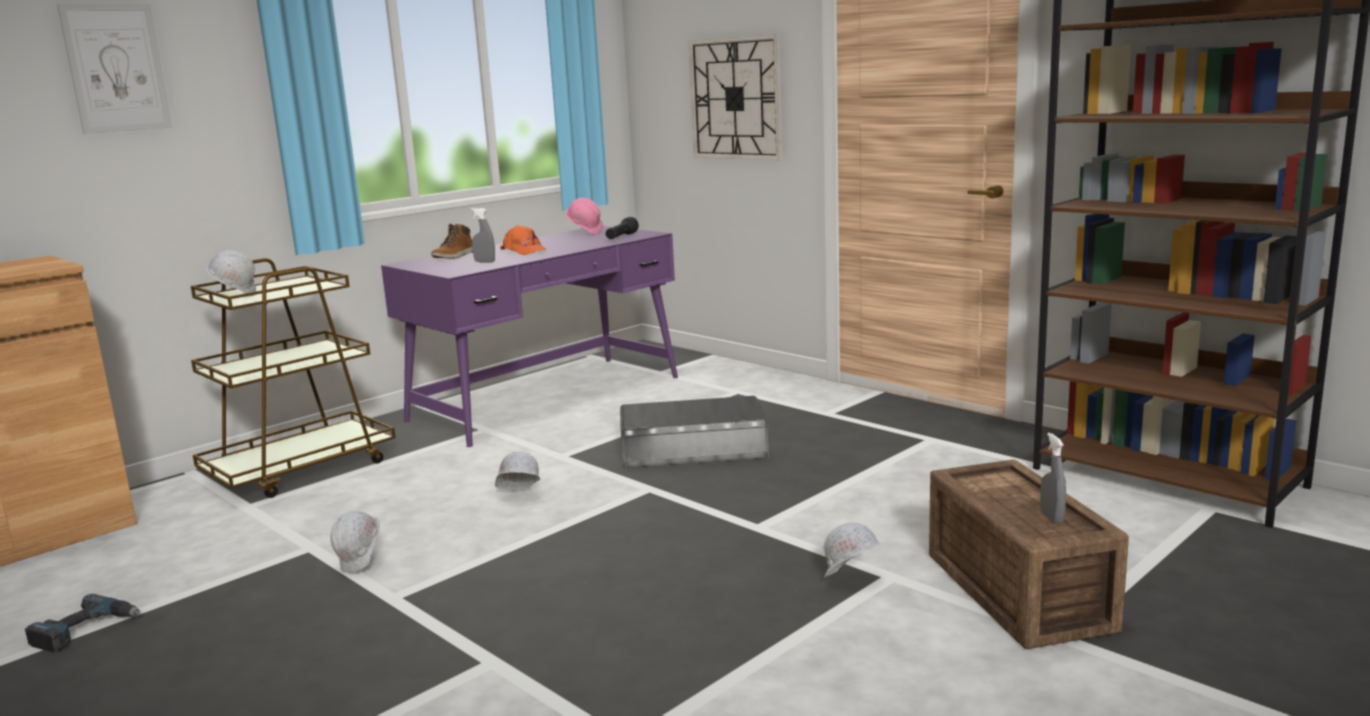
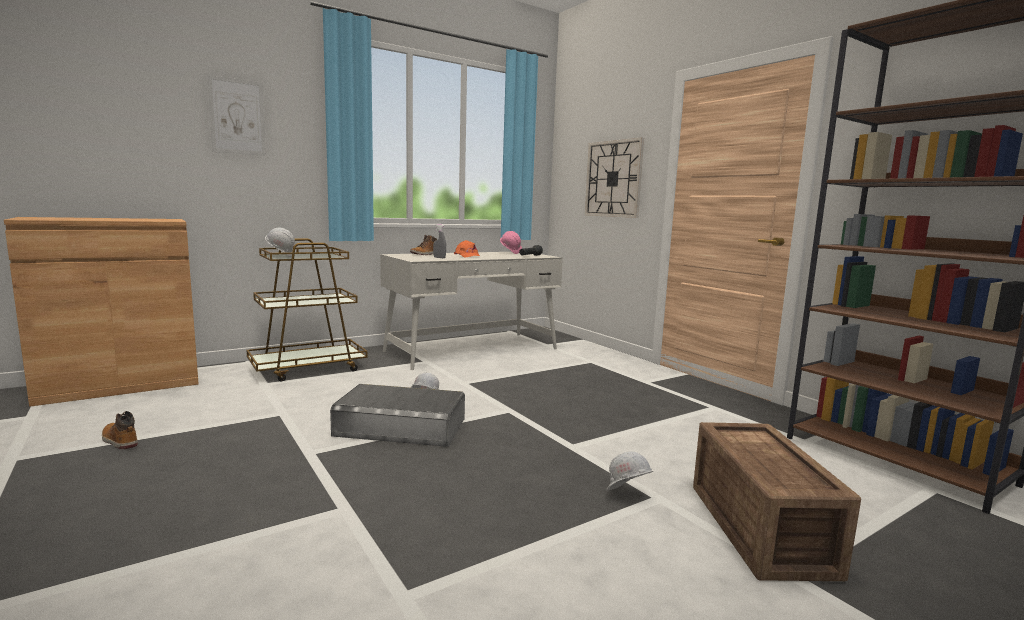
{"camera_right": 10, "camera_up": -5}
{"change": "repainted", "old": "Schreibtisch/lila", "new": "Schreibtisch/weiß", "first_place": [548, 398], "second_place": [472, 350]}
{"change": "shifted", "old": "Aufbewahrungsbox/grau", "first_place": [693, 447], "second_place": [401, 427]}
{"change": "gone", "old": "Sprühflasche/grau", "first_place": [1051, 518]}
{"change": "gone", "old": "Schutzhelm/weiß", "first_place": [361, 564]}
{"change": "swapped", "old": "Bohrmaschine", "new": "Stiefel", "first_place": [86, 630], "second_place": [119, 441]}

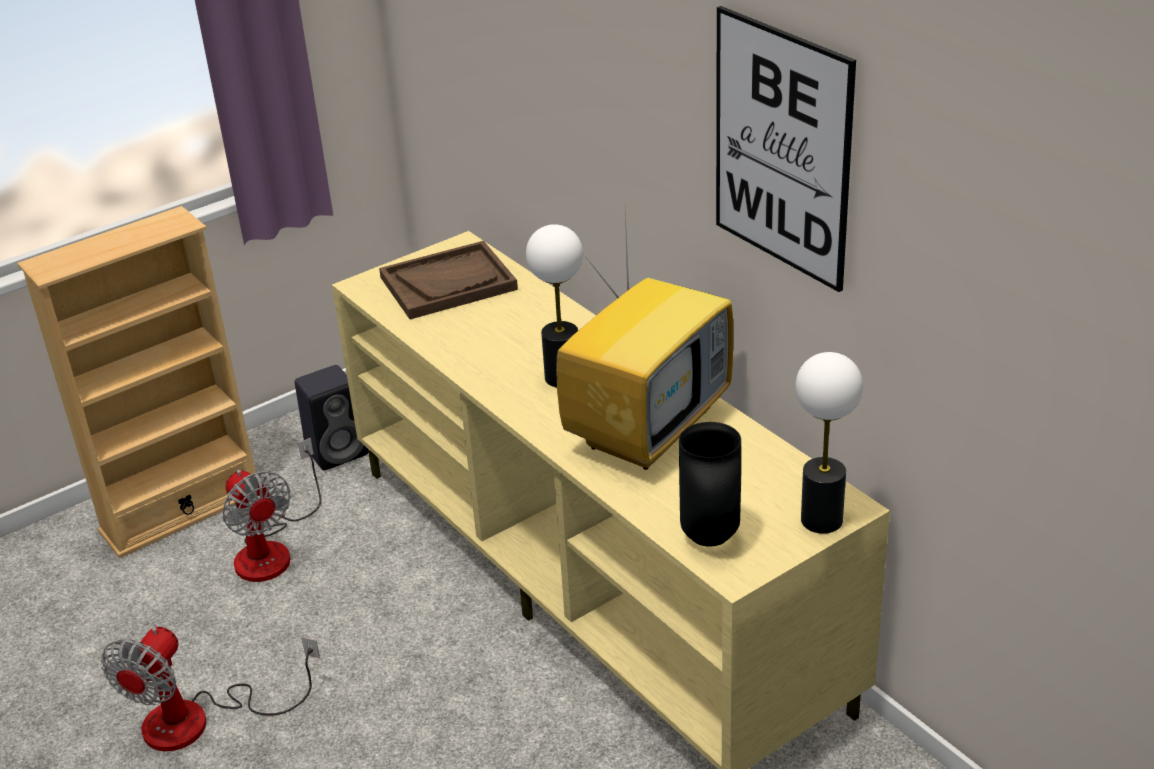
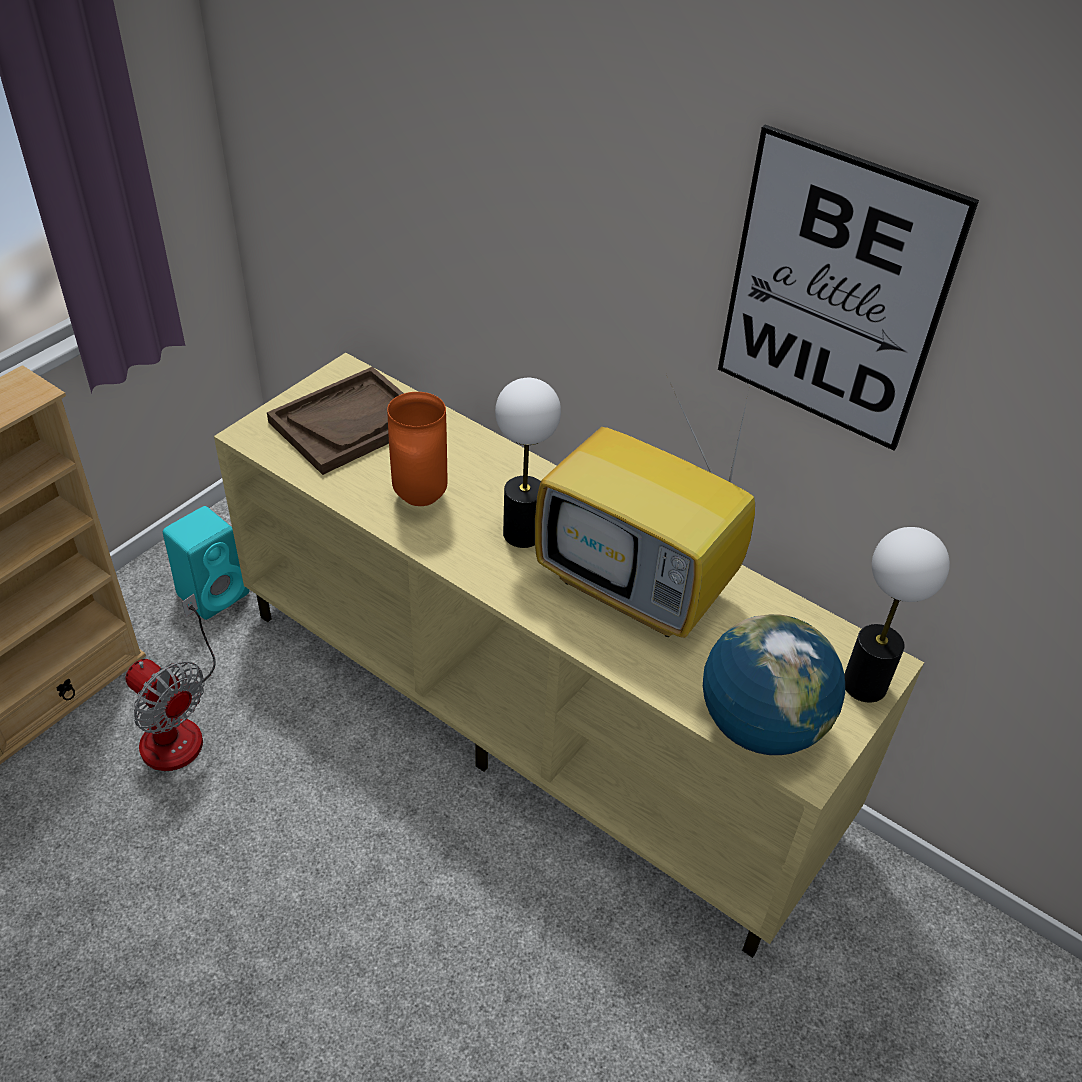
{"camera_right": -20, "camera_up": 10}
{"change": "rotated", "old": "Fernseher", "first_place": [648, 426], "second_place": [639, 587], "degrees": 105}
{"change": "repainted", "old": "Lautsprecher/schwarz", "new": "Lautsprecher/türkis", "first_place": [339, 450], "second_place": [215, 592]}
{"change": "swapped", "old": "Vase/schwarz", "new": "Globus", "first_place": [708, 537], "second_place": [760, 726]}
{"change": "gone", "old": "Ventilator", "first_place": [199, 720]}
{"change": "new", "new": "Vase/orange", "second_place": [422, 498]}

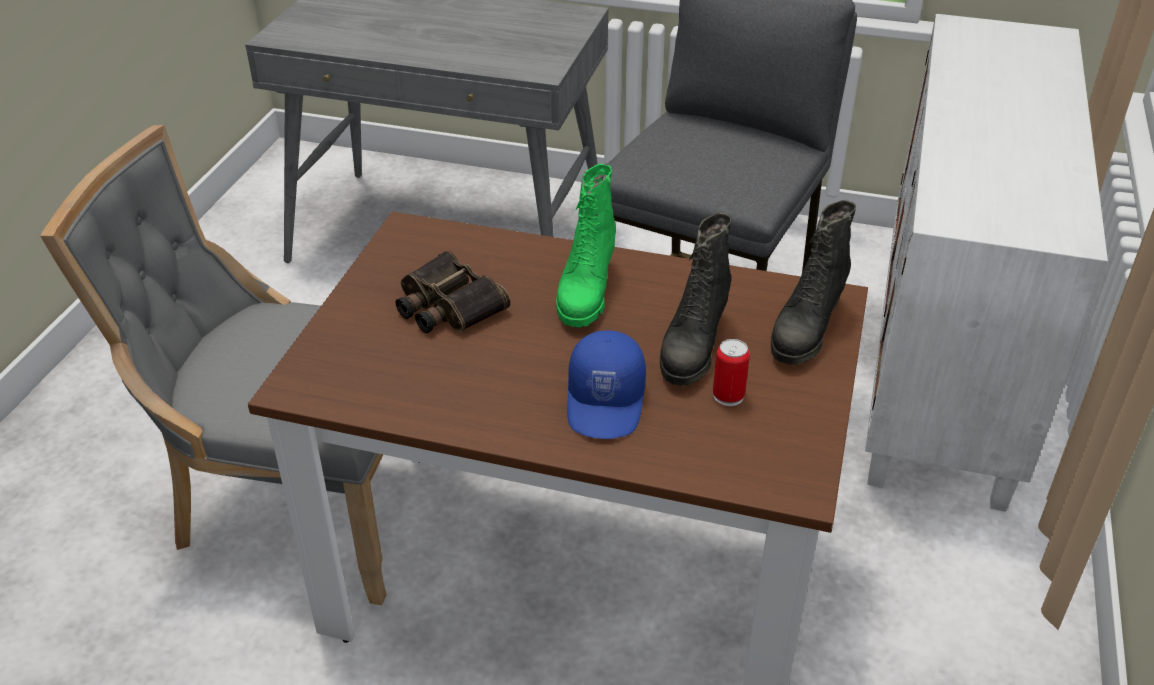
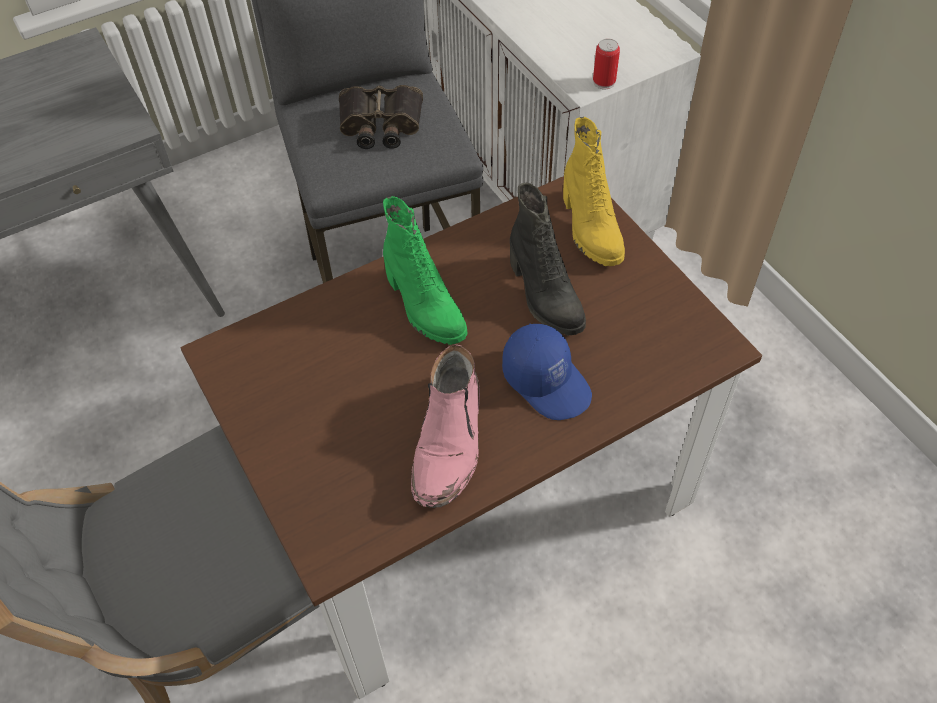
{"camera_right": -45, "camera_up": 15}
{"change": "repainted", "old": "Stiefel/schwarz", "new": "Stiefel/gelb", "first_place": [805, 330], "second_place": [589, 229]}
{"change": "shifted", "old": "Fernglas", "first_place": [446, 306], "second_place": [380, 125]}
{"change": "shifted", "old": "Dose", "first_place": [728, 396], "second_place": [604, 82]}
{"change": "new", "new": "Stiefel/rosa", "second_place": [450, 441]}

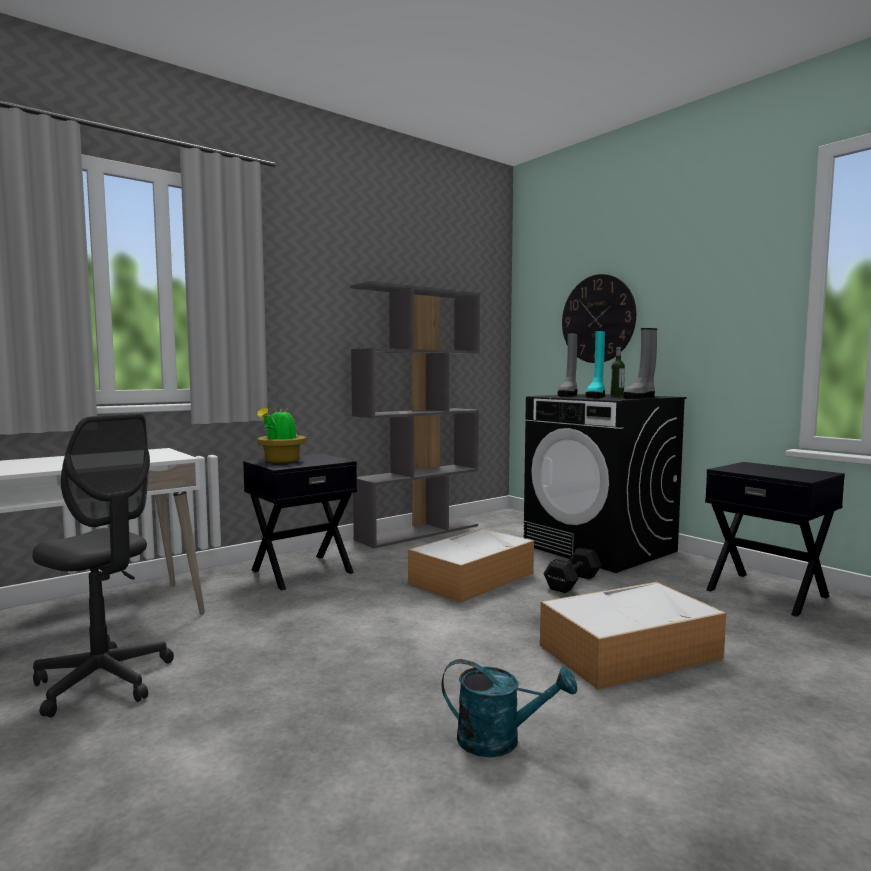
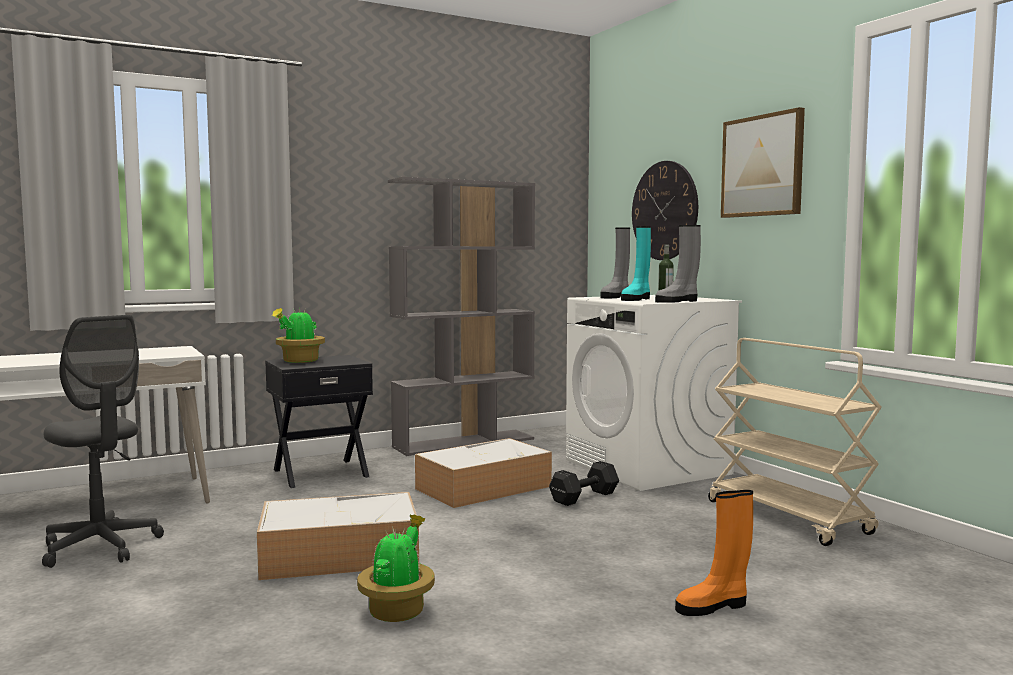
{"camera_right": 10, "camera_up": 0}
{"change": "repainted", "old": "Waschmaschine/schwarz", "new": "Waschmaschine/weiß", "first_place": [600, 548], "second_place": [648, 467]}
{"change": "swapped", "old": "Nachttisch/schwarz", "new": "Rollwagen/beige", "first_place": [767, 593], "second_place": [789, 517]}
{"change": "shifted", "old": "Aufbewahrungsbox", "first_place": [631, 651], "second_place": [342, 554]}
{"change": "swapped", "old": "Gießkanne/türkis", "new": "Topfpflanze", "first_place": [500, 740], "second_place": [398, 610]}
{"change": "new", "new": "Bild", "second_place": [762, 166]}
{"change": "new", "new": "Stiefel/orange", "second_place": [713, 606]}

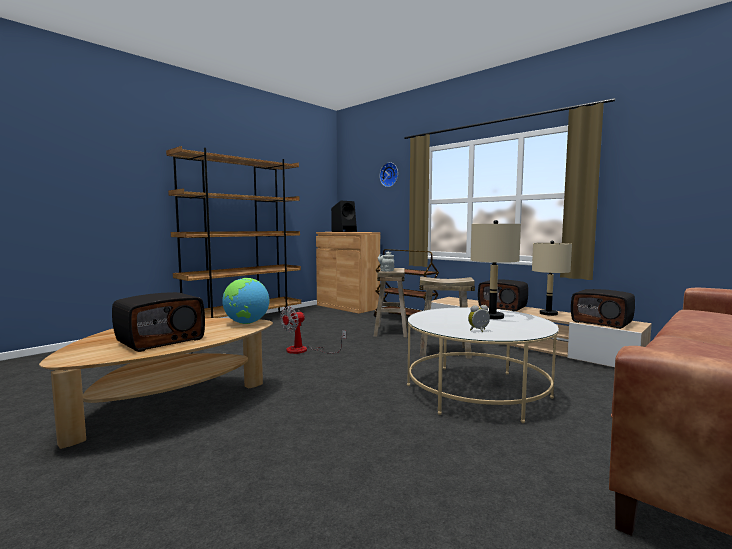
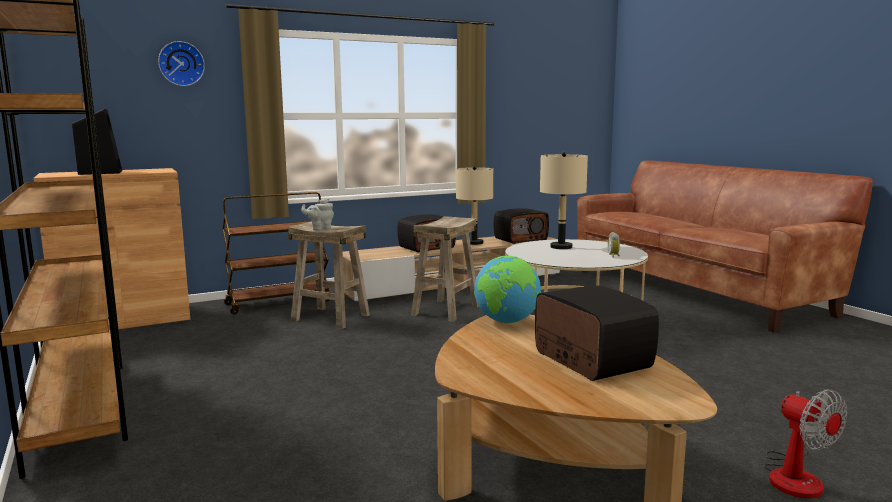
{"camera_right": -70, "camera_up": 5}
{"change": "shifted", "old": "Ventilator", "first_place": [304, 350], "second_place": [794, 475]}

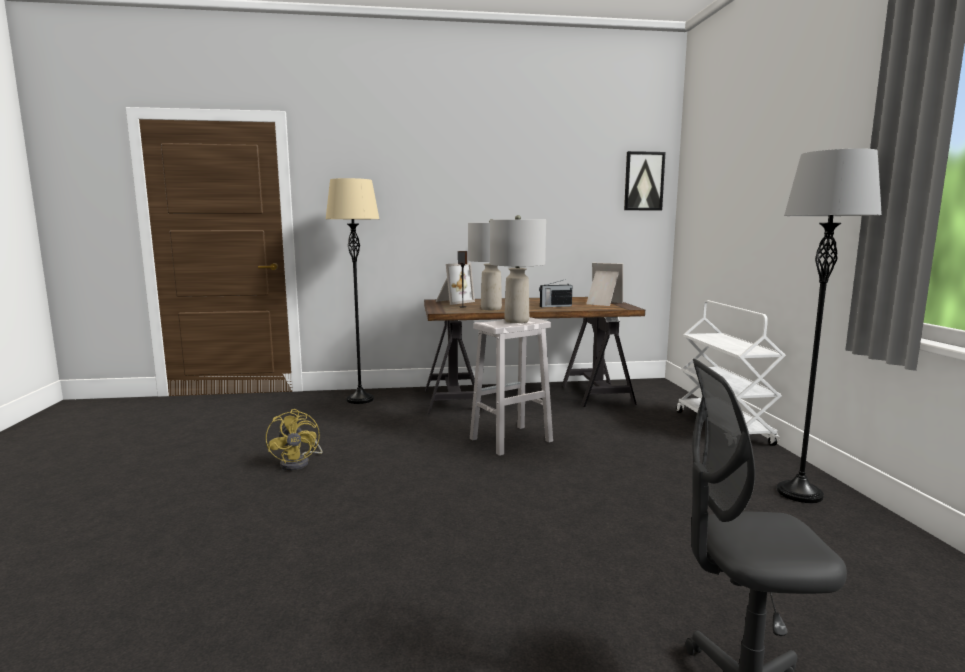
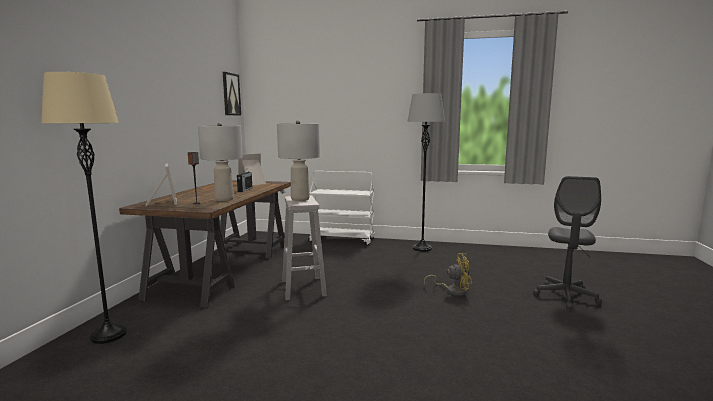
{"camera_right": -70, "camera_up": 0}
{"change": "shifted", "old": "Ventilator/gelb", "first_place": [299, 463], "second_place": [453, 290]}

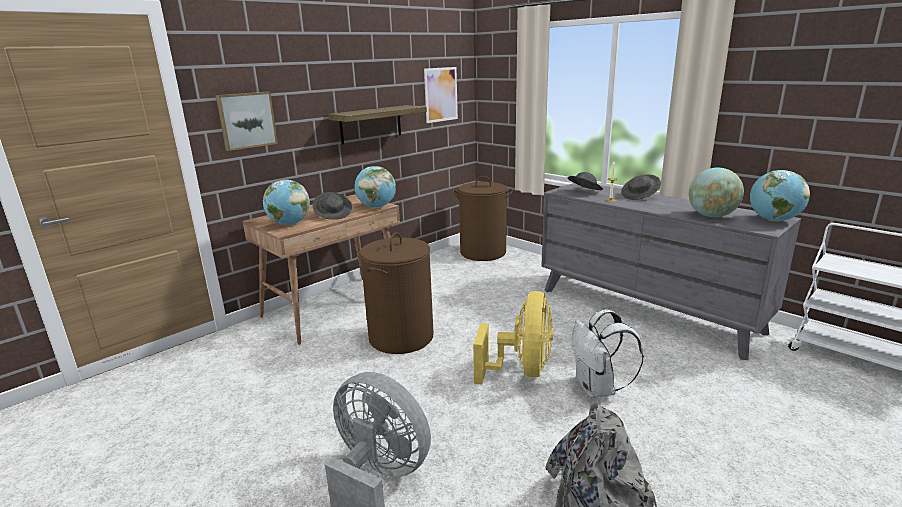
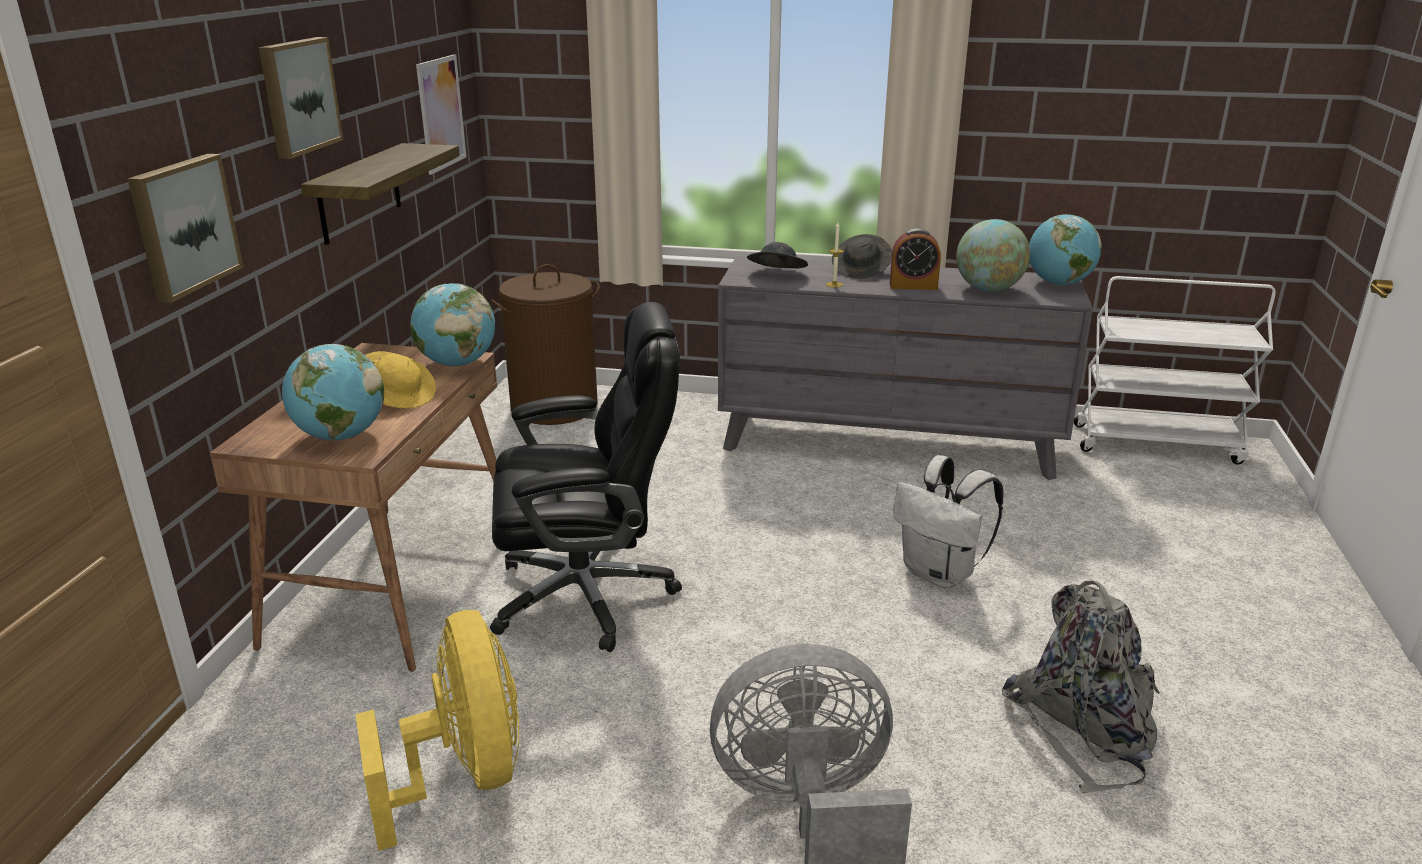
{"camera_right": -35, "camera_up": 5}
{"change": "repainted", "old": "Hut/grau", "new": "Hut/gelb", "first_place": [333, 215], "second_place": [399, 397]}
{"change": "swapped", "old": "Wäschekorb/braun", "new": "Bürostuhl/schwarz", "first_place": [401, 337], "second_place": [588, 595]}
{"change": "shifted", "old": "Ventilator/gelb", "first_place": [522, 370], "second_place": [464, 776]}
{"change": "new", "new": "Bild", "second_place": [298, 96]}
{"change": "new", "new": "Wecker", "second_place": [913, 286]}

